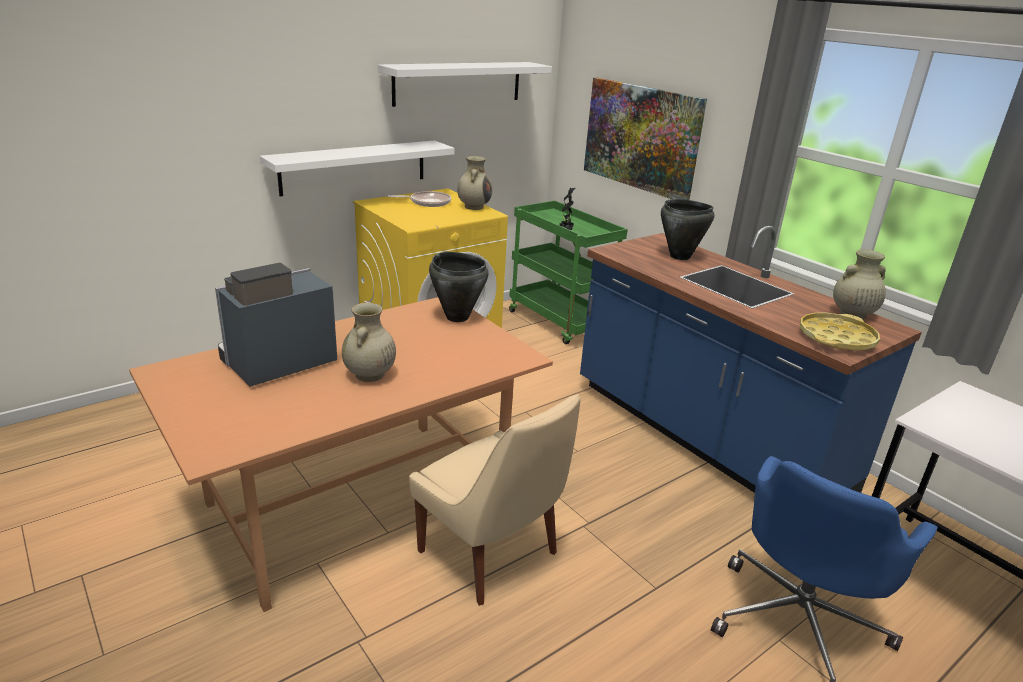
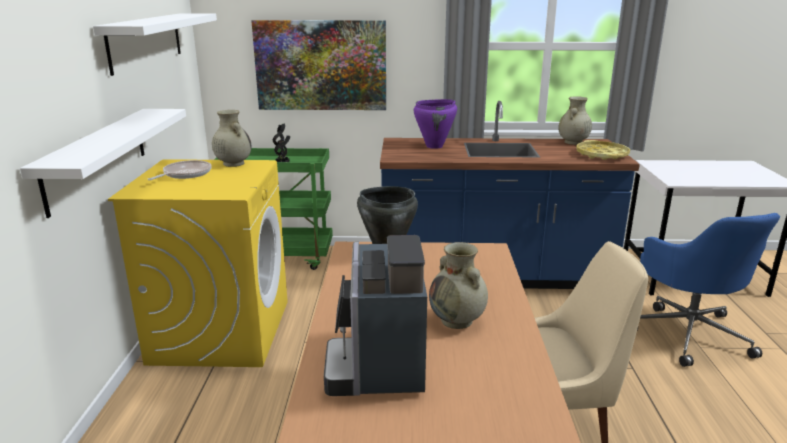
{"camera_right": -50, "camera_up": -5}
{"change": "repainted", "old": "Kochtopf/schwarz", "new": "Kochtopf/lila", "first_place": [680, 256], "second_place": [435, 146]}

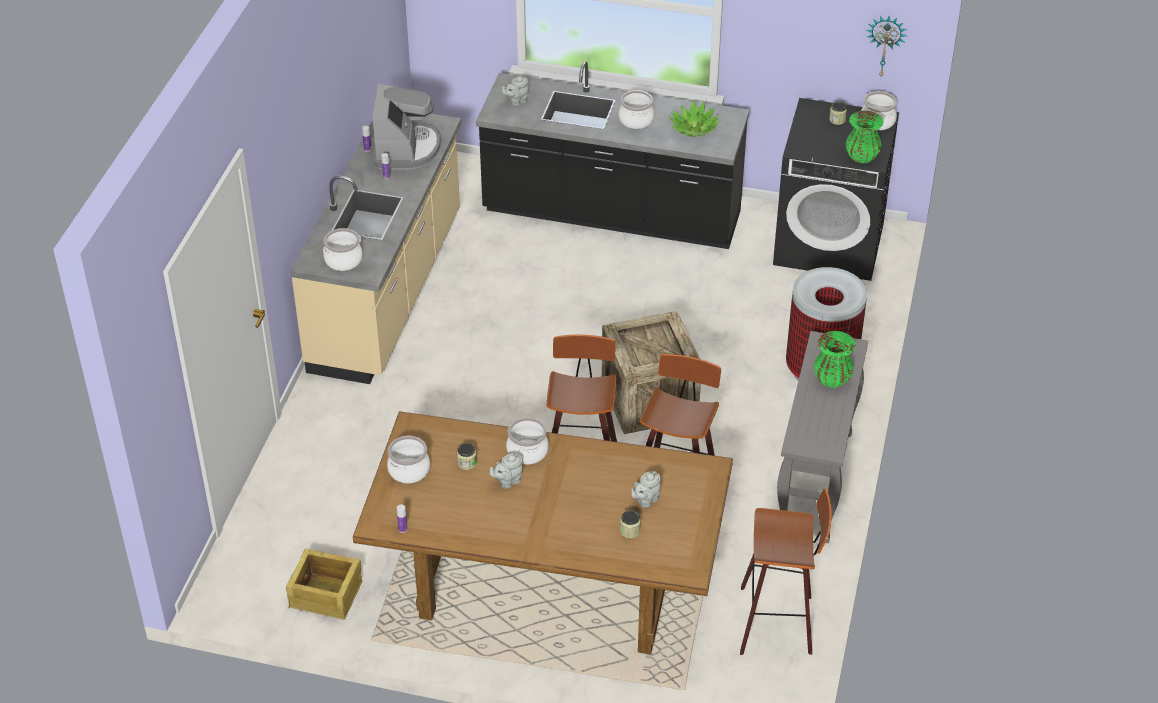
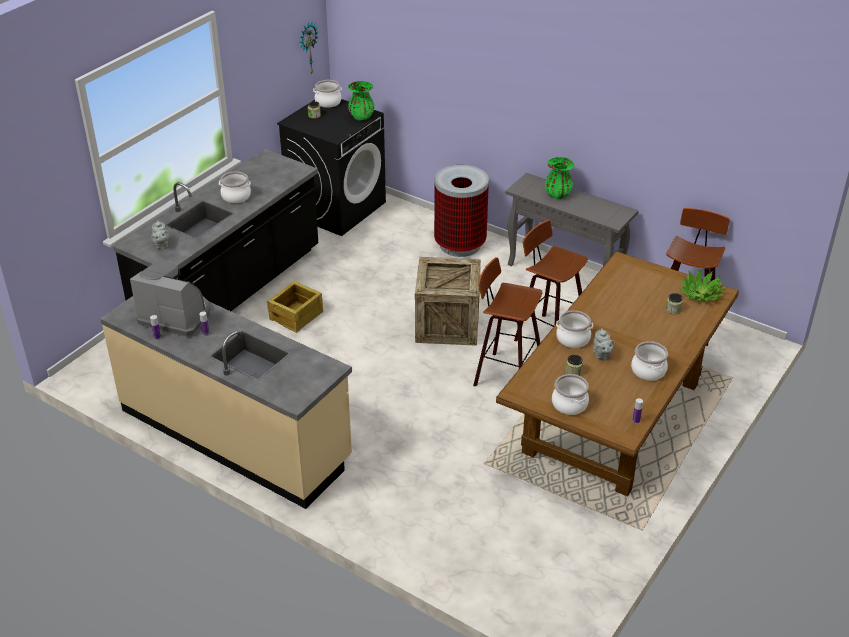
{"camera_right": -70, "camera_up": -5}
{"change": "shifted", "old": "Topfpflanze", "first_place": [693, 128], "second_place": [700, 294]}
{"change": "shifted", "old": "Kochtopf", "first_place": [343, 260], "second_place": [648, 371]}
{"change": "gone", "old": "Teekanne/grau", "first_place": [645, 500]}
{"change": "shifted", "old": "Kiste", "first_place": [326, 595], "second_place": [297, 316]}

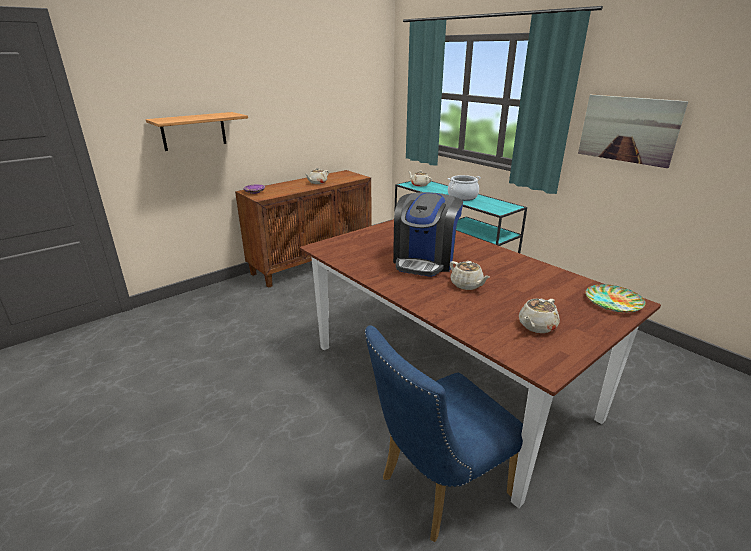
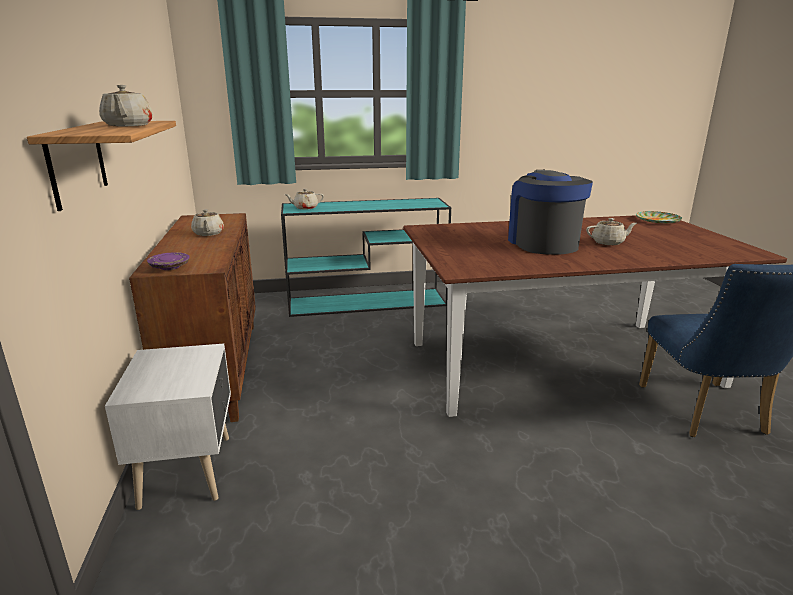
{"camera_right": -60, "camera_up": -5}
{"change": "gone", "old": "Bild", "first_place": [628, 129]}
{"change": "gone", "old": "Kochtopf", "first_place": [462, 197]}
{"change": "rotated", "old": "Kaffeemaschine", "first_place": [425, 261], "second_place": [542, 243], "degrees": -150}
{"change": "shifted", "old": "Teekanne/beige", "first_place": [536, 326], "second_place": [128, 125]}
{"change": "new", "new": "Nachttisch/weiß", "second_place": [189, 469]}

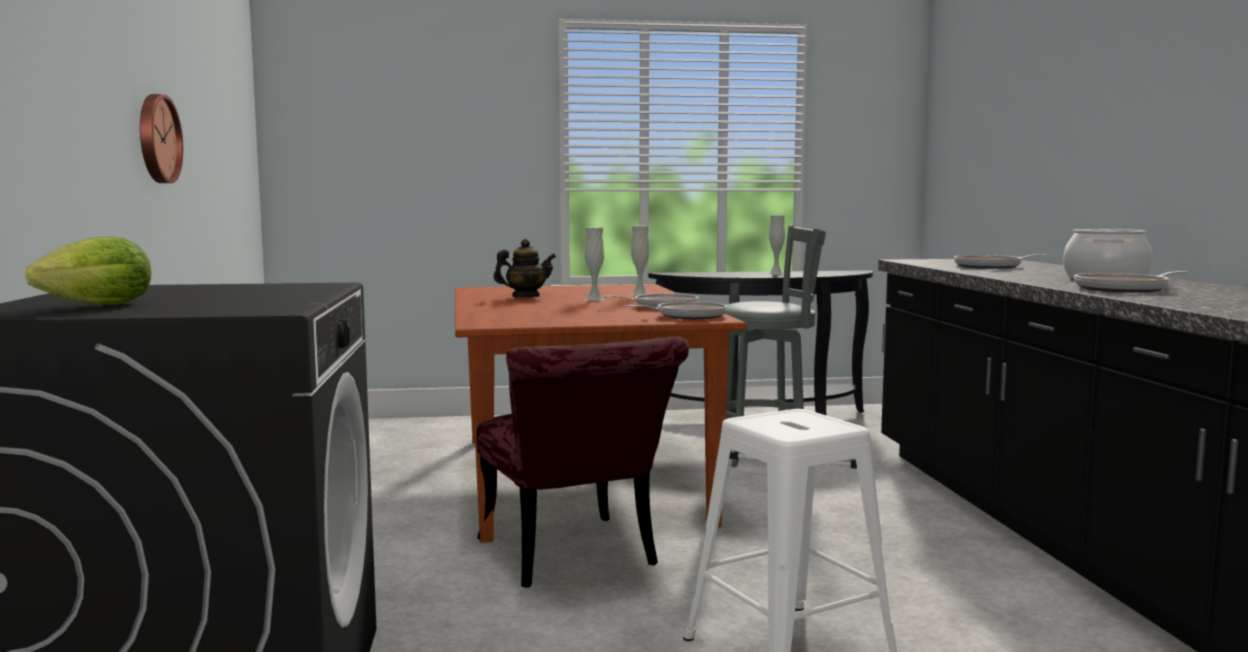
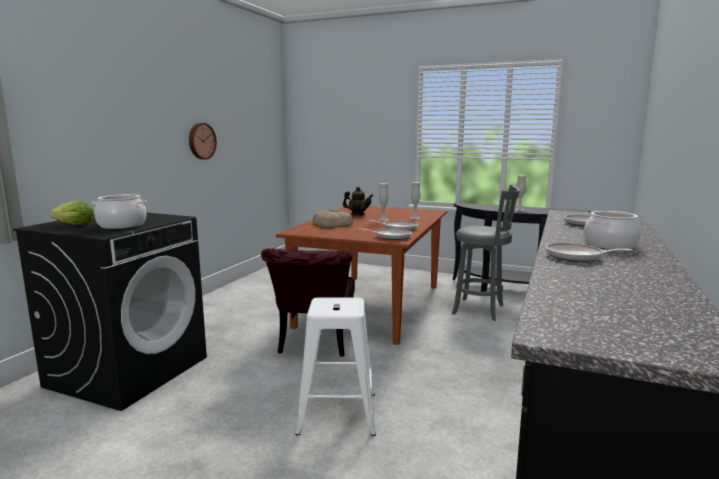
{"camera_right": 30, "camera_up": 5}
{"change": "new", "new": "Kochtopf", "second_place": [121, 225]}
{"change": "new", "new": "Brot", "second_place": [333, 223]}

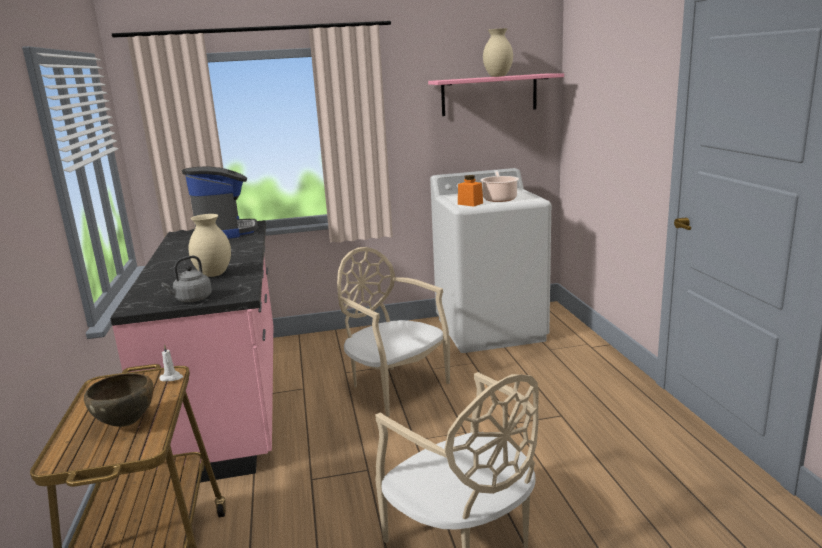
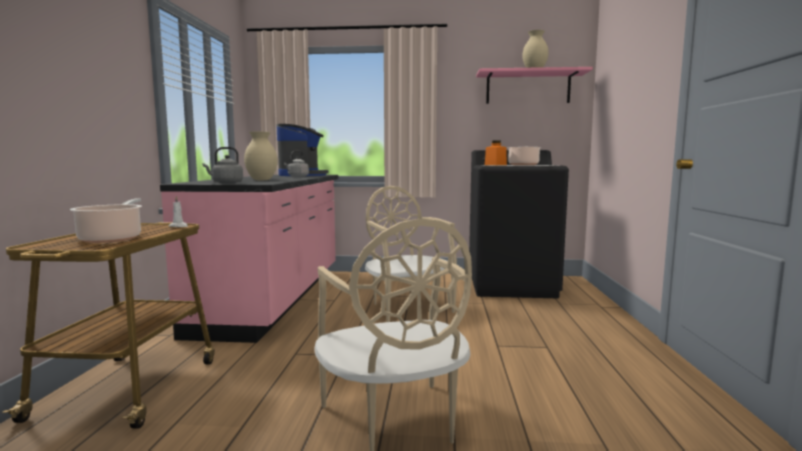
{"camera_right": 15, "camera_up": -10}
{"change": "repainted", "old": "Waschmaschine/weiß", "new": "Waschmaschine/schwarz", "first_place": [491, 329], "second_place": [512, 286]}
{"change": "swapped", "old": "Schüssel/braun", "new": "Kochtopf", "first_place": [127, 423], "second_place": [112, 238]}
{"change": "new", "new": "Wasserkessel/grau", "second_place": [297, 176]}

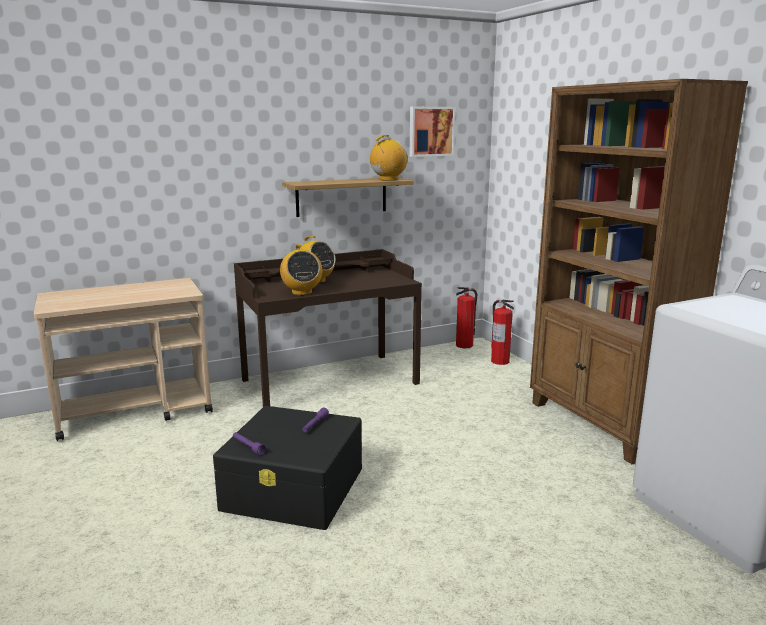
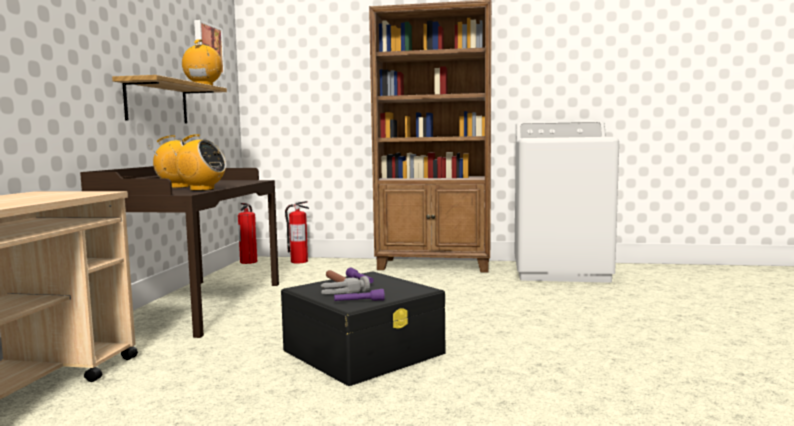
{"camera_right": -55, "camera_up": -10}
{"change": "new", "new": "Hammer", "second_place": [335, 288]}

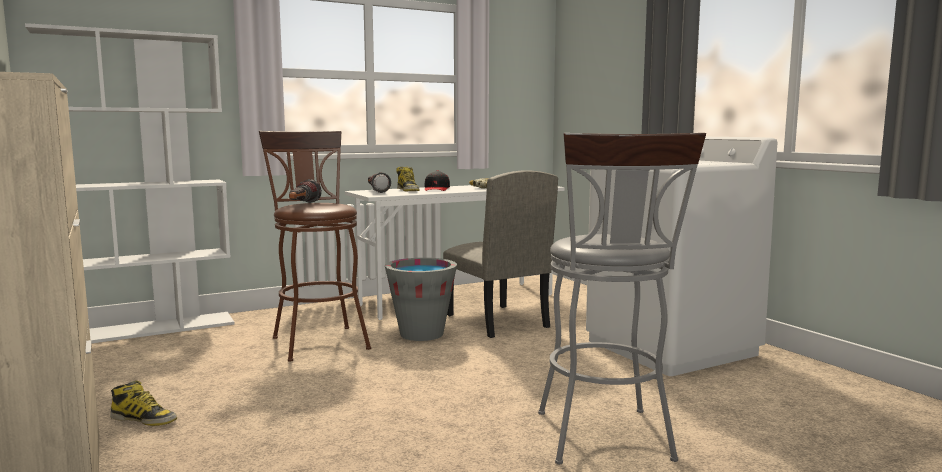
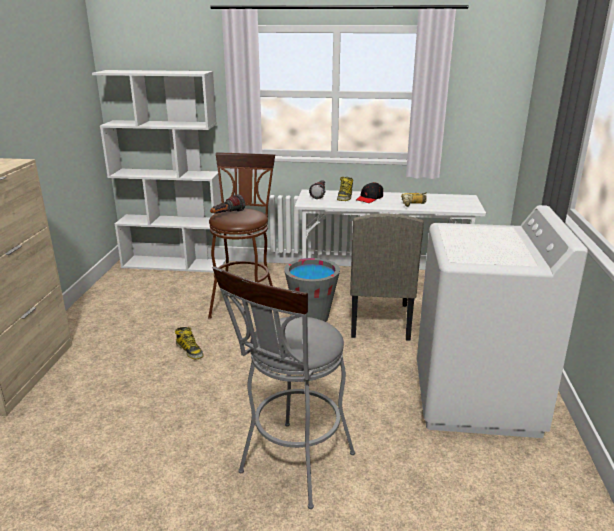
{"camera_right": 35, "camera_up": 15}
{"change": "shifted", "old": "Stiefel", "first_place": [144, 419], "second_place": [190, 350]}

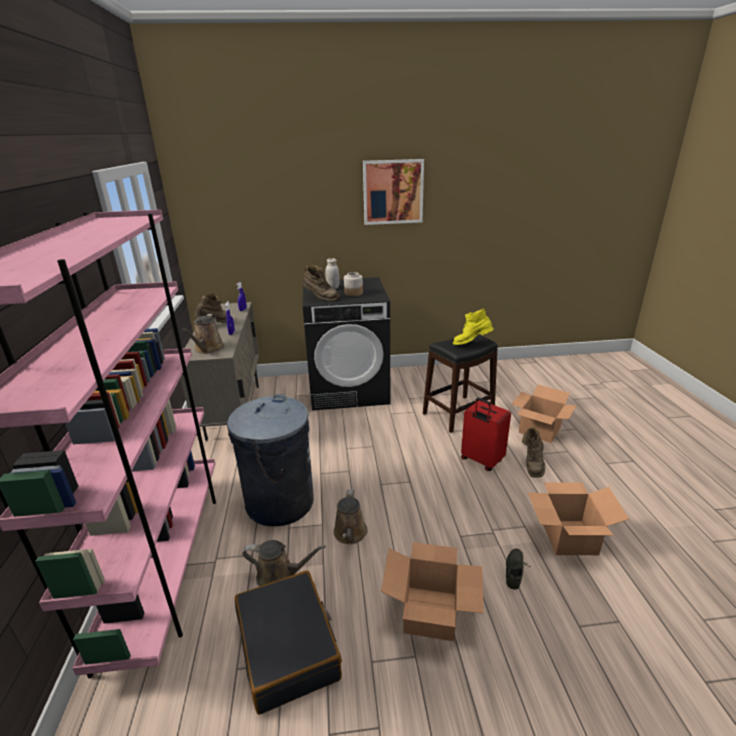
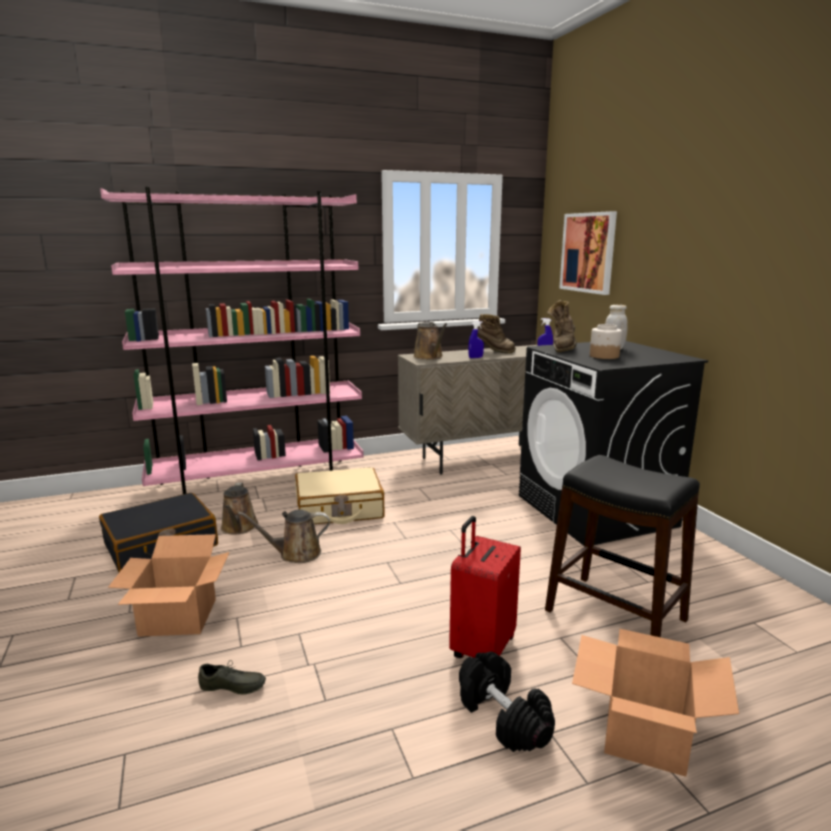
{"camera_right": 75, "camera_up": -10}
{"change": "shifted", "old": "Bild", "first_place": [393, 192], "second_place": [588, 252]}
{"change": "gone", "old": "Stiefel/gelb", "first_place": [471, 343]}
{"change": "rotated", "old": "Gießkanne/braun", "first_place": [208, 349], "second_place": [429, 357], "degrees": -105}
{"change": "swapped", "old": "Mülleimer/grau", "new": "Koffer/beige", "first_place": [279, 502], "second_place": [339, 509]}
{"change": "swapped", "old": "Stiefel/braun", "new": "Hantel/schwarz", "first_place": [533, 465], "second_place": [502, 717]}
{"change": "gone", "old": "Karton", "first_place": [570, 538]}

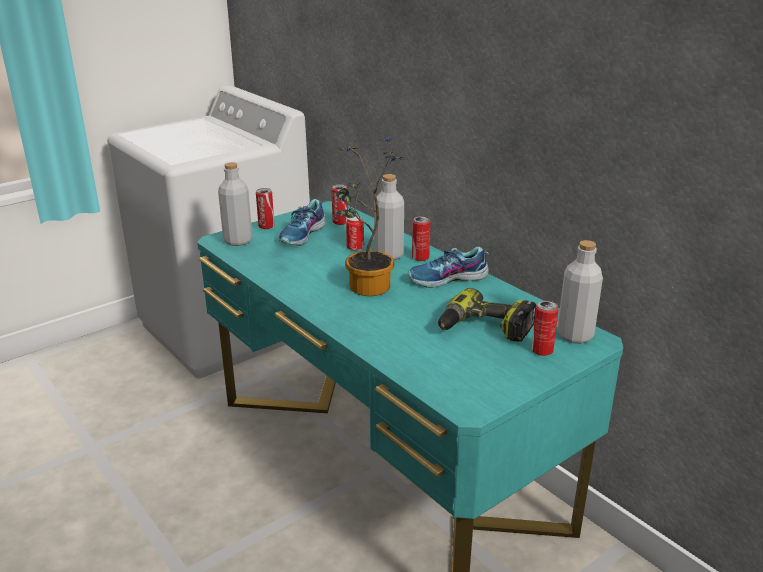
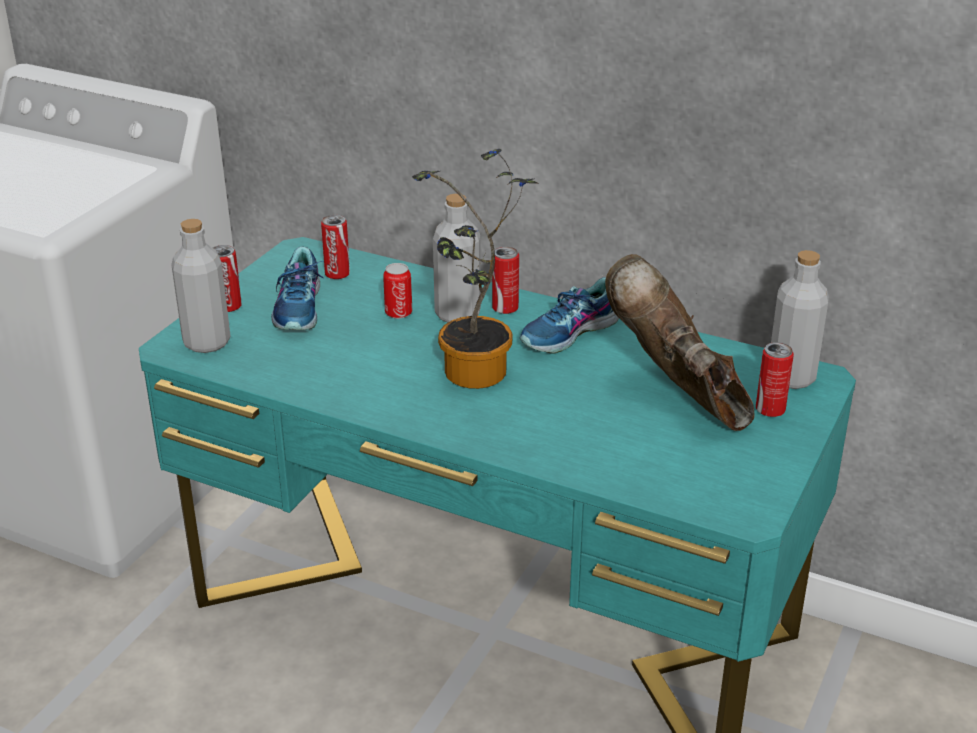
{"camera_right": -25, "camera_up": 5}
{"change": "swapped", "old": "Bohrmaschine", "new": "Stiefel/braun", "first_place": [484, 329], "second_place": [678, 397]}

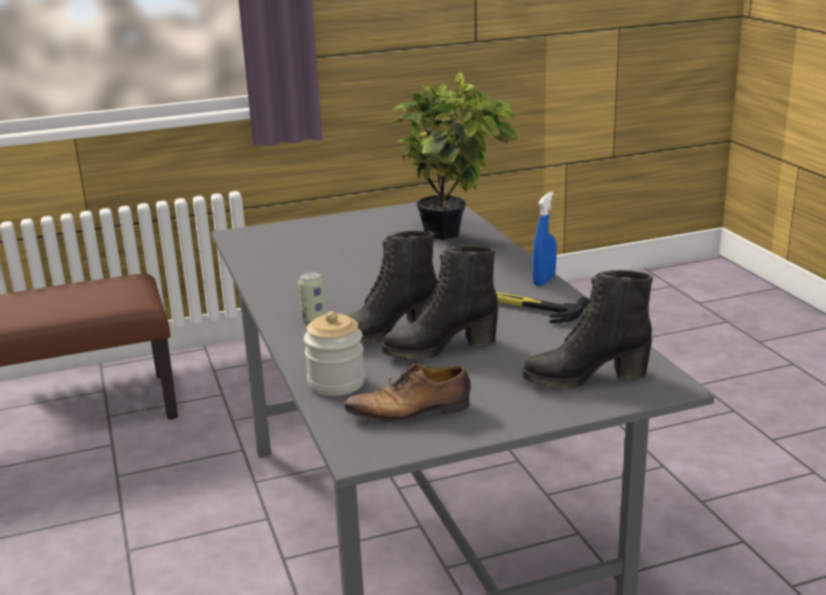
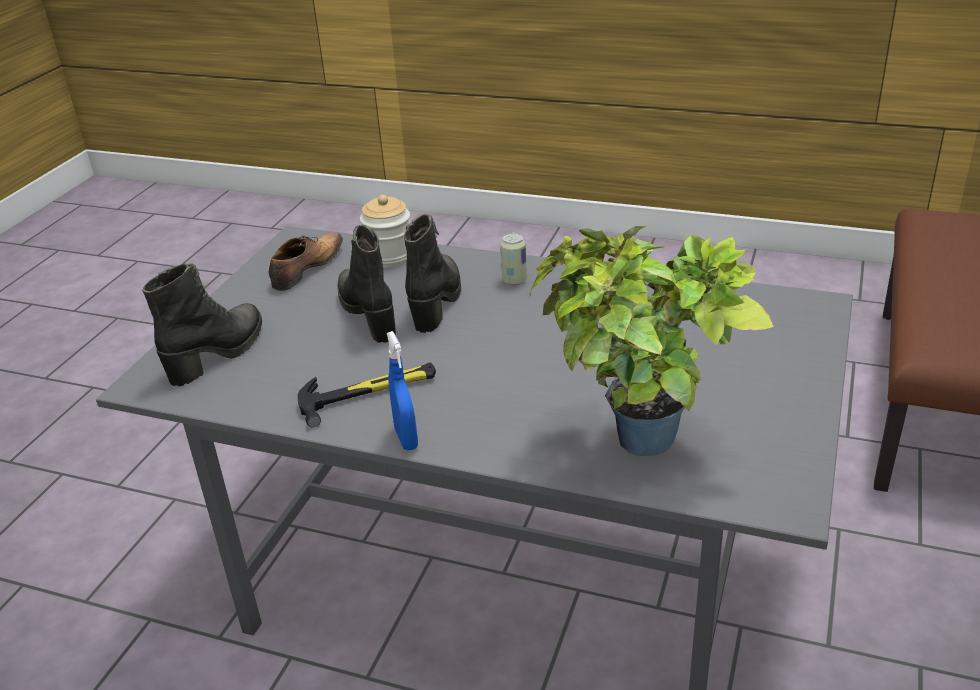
{"camera_right": 130, "camera_up": 10}
{"change": "rotated", "old": "Stiefel/schwarz", "first_place": [439, 348], "second_place": [369, 314], "degrees": -45}

